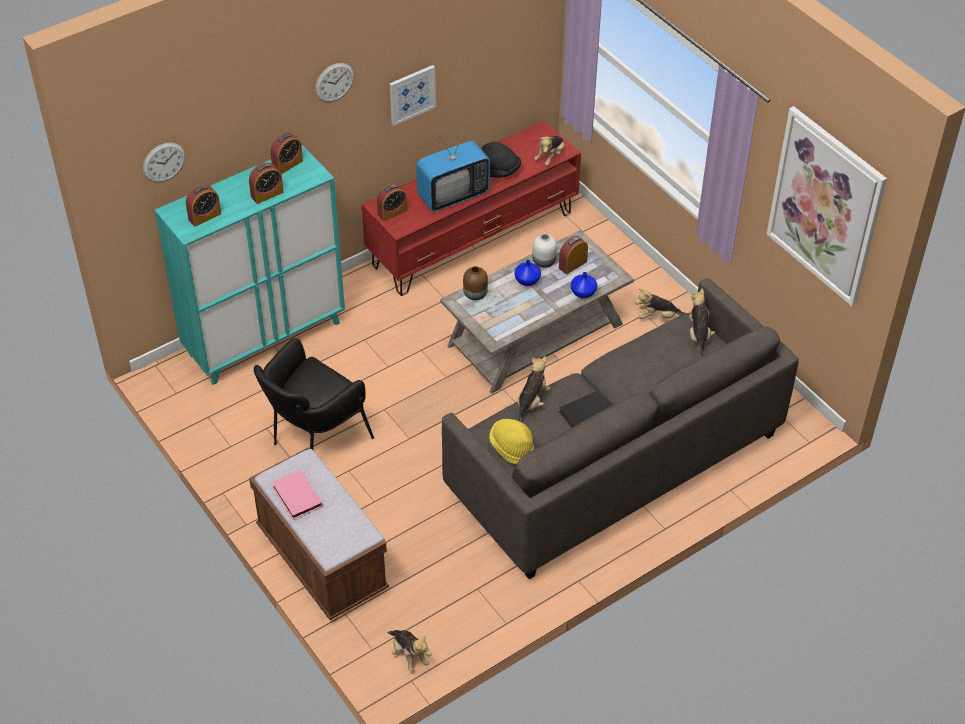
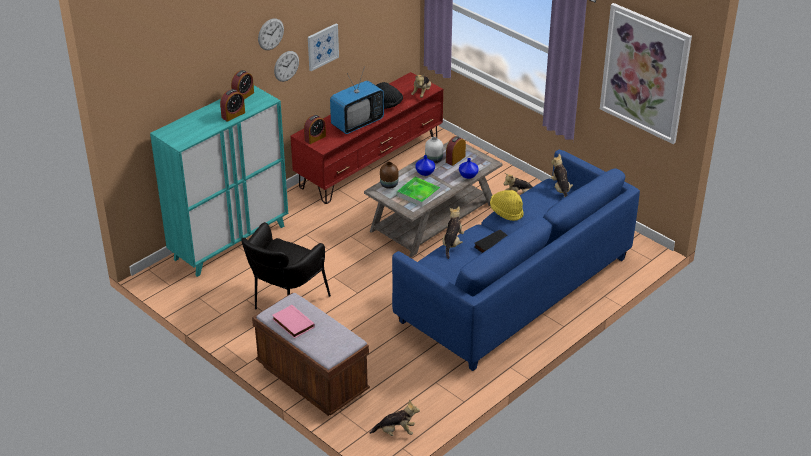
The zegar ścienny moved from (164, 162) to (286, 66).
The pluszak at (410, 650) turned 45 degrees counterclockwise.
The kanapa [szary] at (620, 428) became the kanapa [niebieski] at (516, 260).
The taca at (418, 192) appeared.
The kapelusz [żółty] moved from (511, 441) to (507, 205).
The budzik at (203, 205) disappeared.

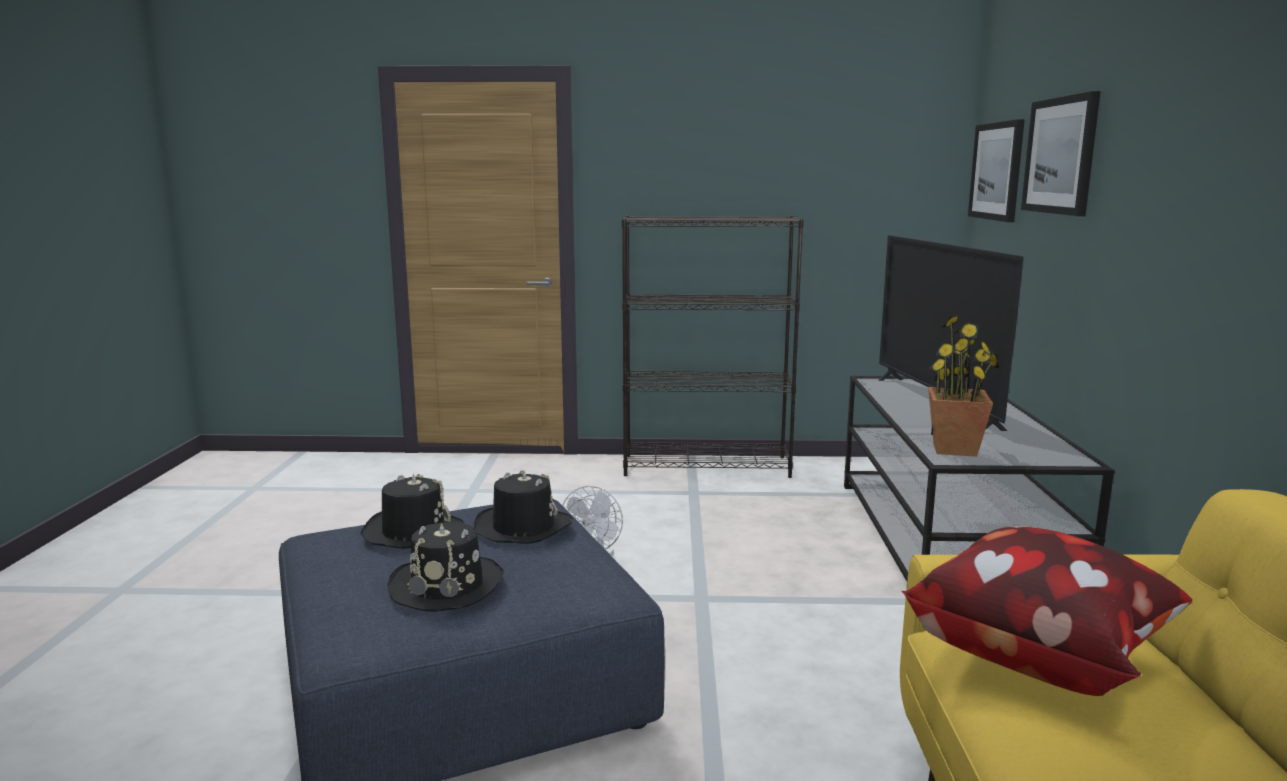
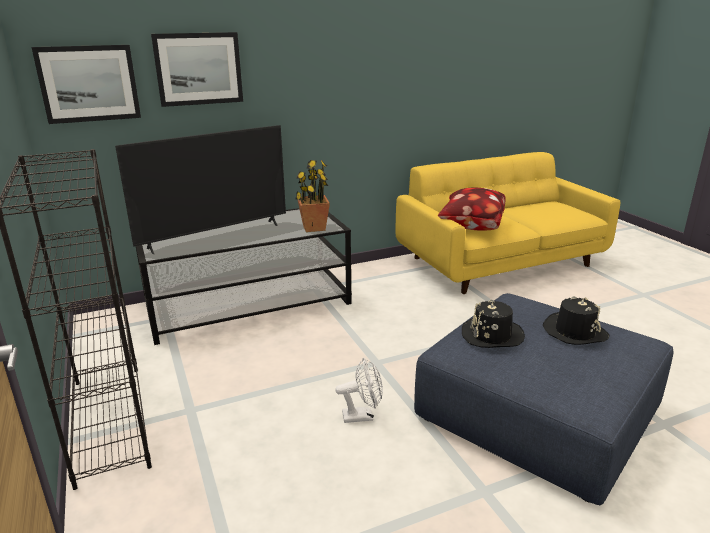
The kapelusz [czarny] at (412, 511) disappeared.

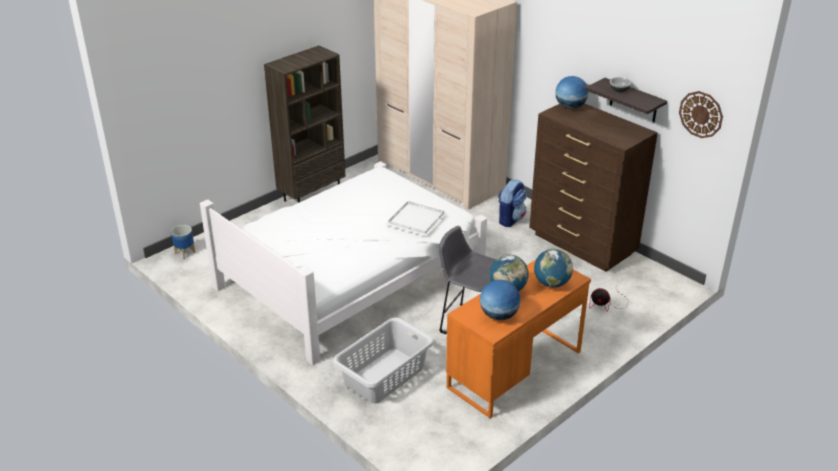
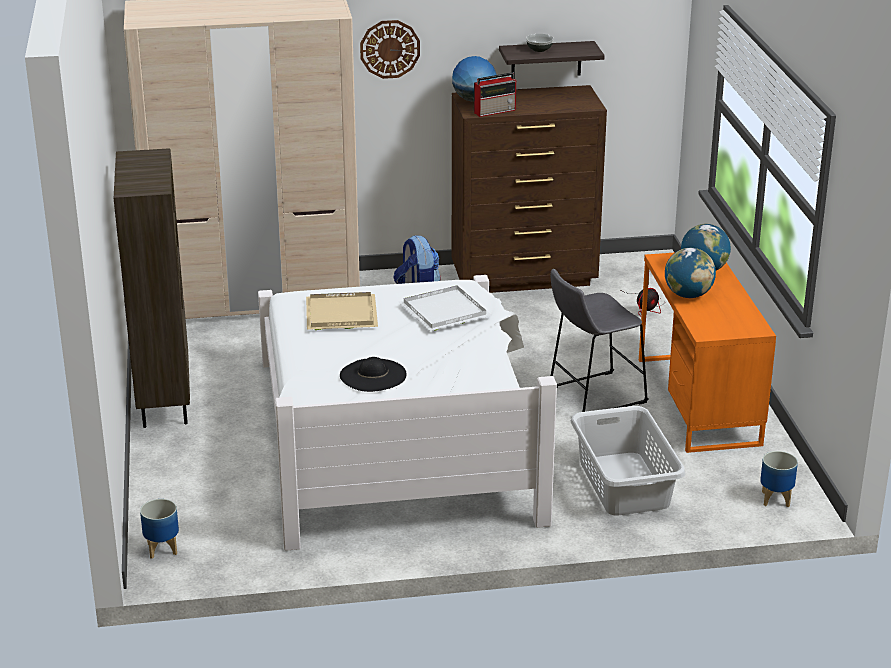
The taca [beżowy] at (342, 311) appeared.
The kapelusz [czarny] at (373, 374) appeared.
The zegar ścienny moved from (701, 114) to (390, 49).
The radio at (495, 94) appeared.
The donica at (779, 479) appeared.
The globus at (500, 300) disappeared.

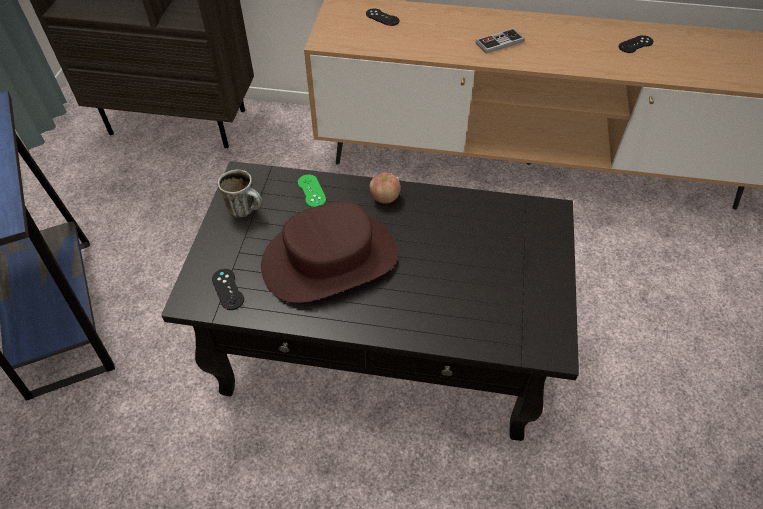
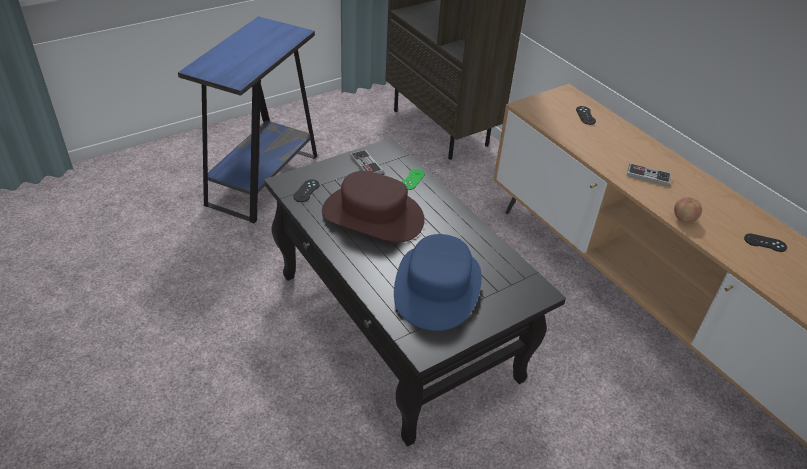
The kubek at (240, 194) was replaced by the pad do gier at (367, 161).
The kapelusz [niebieski] at (438, 282) appeared.
The jabłko moved from (385, 188) to (688, 210).

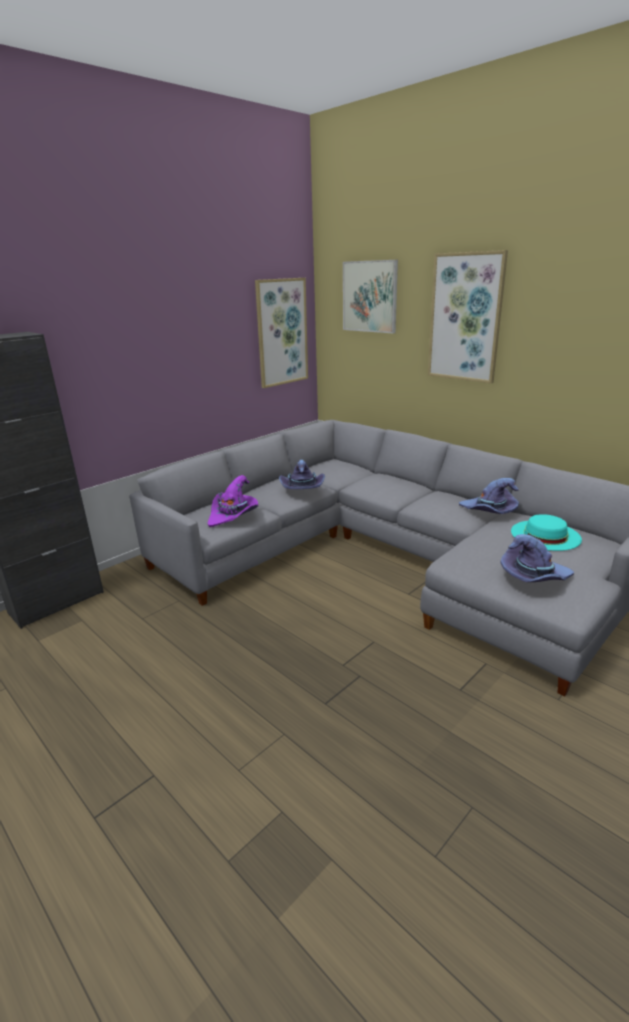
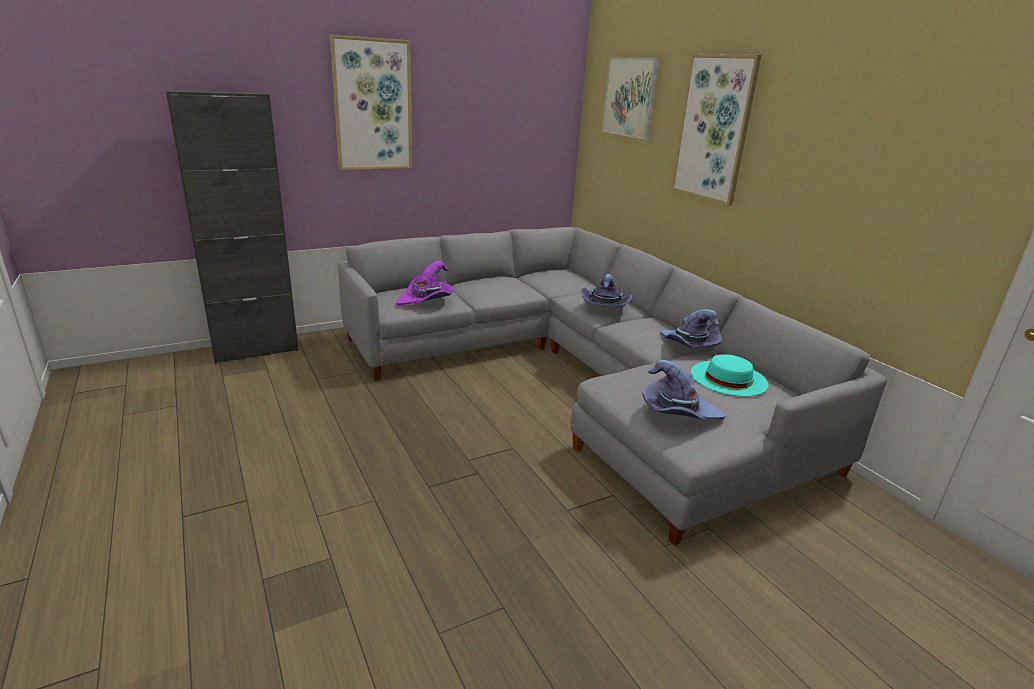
The obraz moved from (281, 333) to (371, 102).
The kapelusz [fioletowy] moved from (302, 474) to (606, 290).

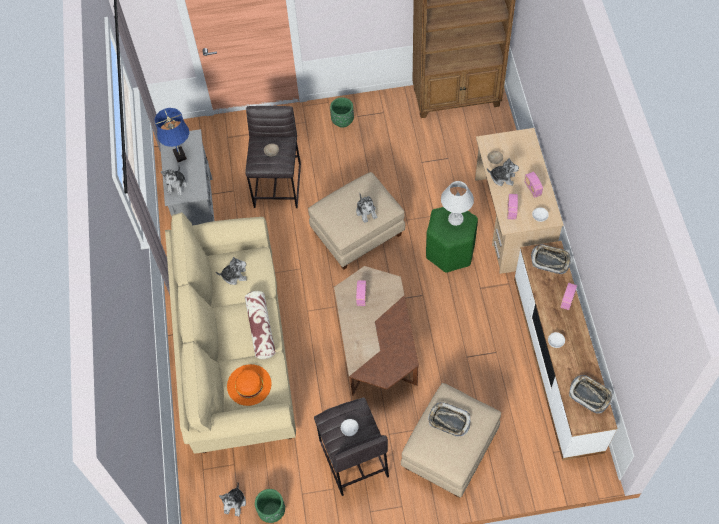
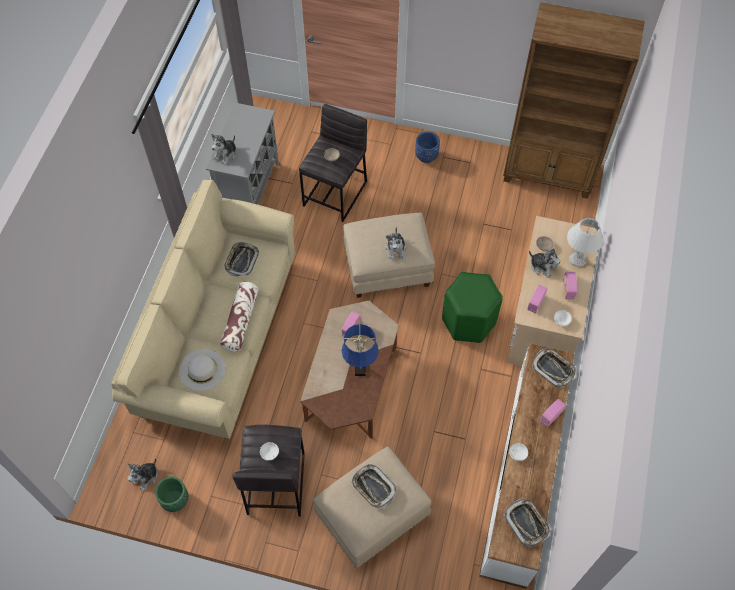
The kapelusz [pomarańczowy] at (249, 385) became the kapelusz [biały] at (202, 370).
The pluszak at (231, 271) was replaced by the taca at (241, 259).
The lampa stołowa [niebieski] moved from (172, 135) to (360, 350).
The donica [zielony] at (342, 112) became the donica [niebieski] at (427, 147).
The lampa stołowa [biały] moved from (457, 203) to (585, 242).

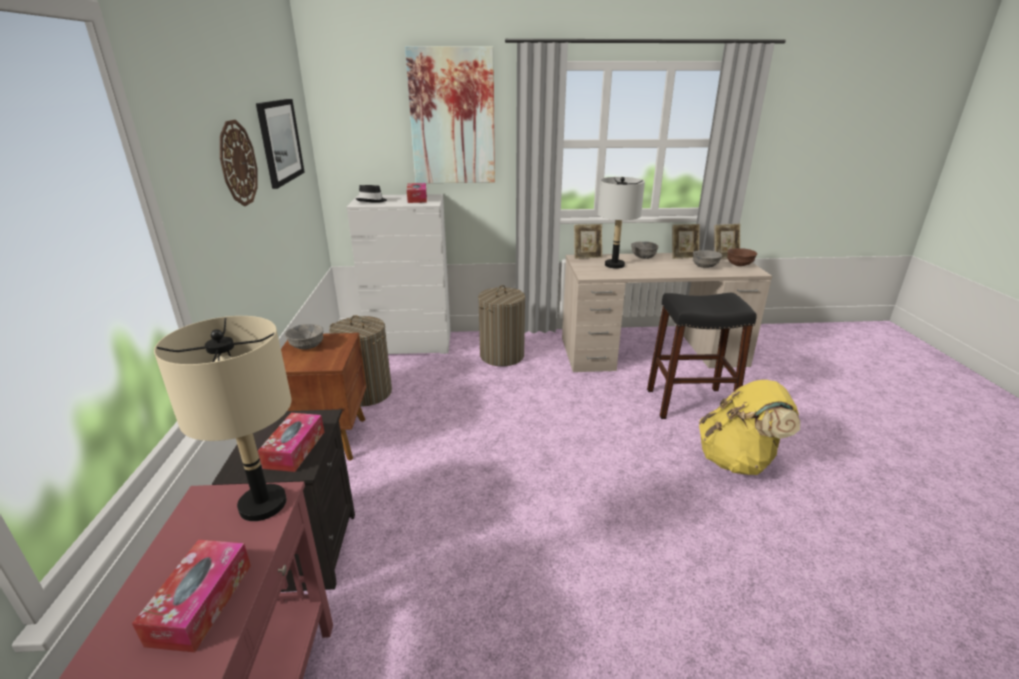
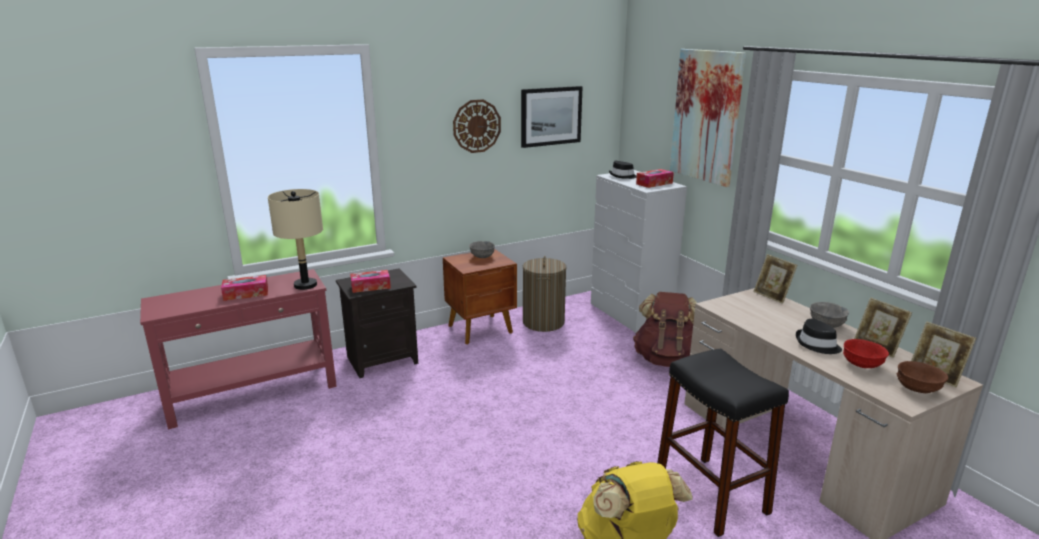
The kosz na pranie at (501, 325) was replaced by the plecak [brązowy] at (665, 329).
The kapelusz [czarny] at (819, 336) appeared.
The miska [szary] at (707, 259) became the miska [czerwony] at (866, 353).
The lampa stołowa [szary] at (621, 223) disappeared.

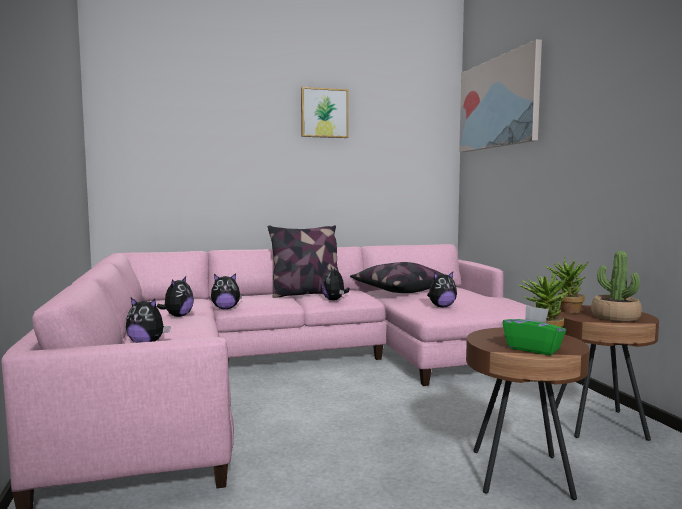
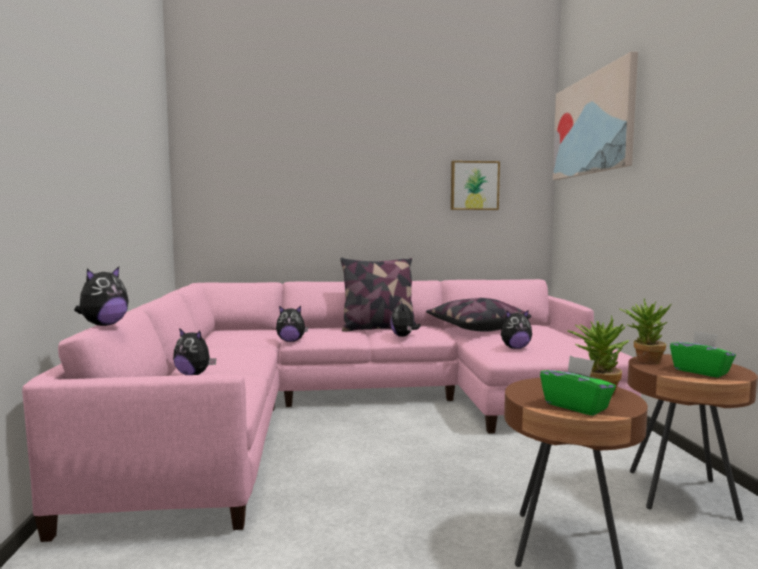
The pluszak moved from (175, 296) to (101, 296).
The obraz moved from (325, 112) to (475, 185).
The roślina doniczkowa at (616, 286) was replaced by the pudełko chusteczek [zielony] at (703, 354).

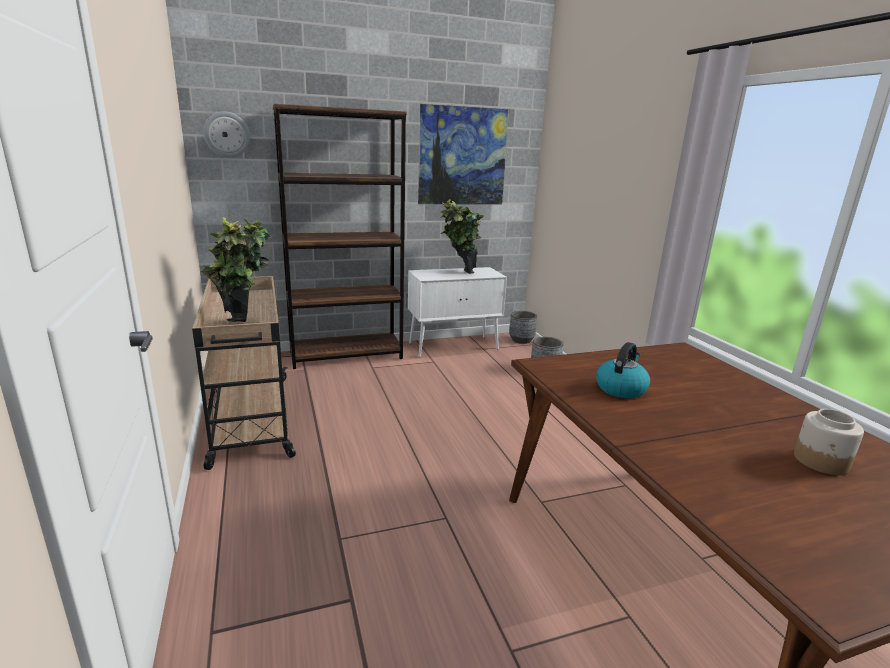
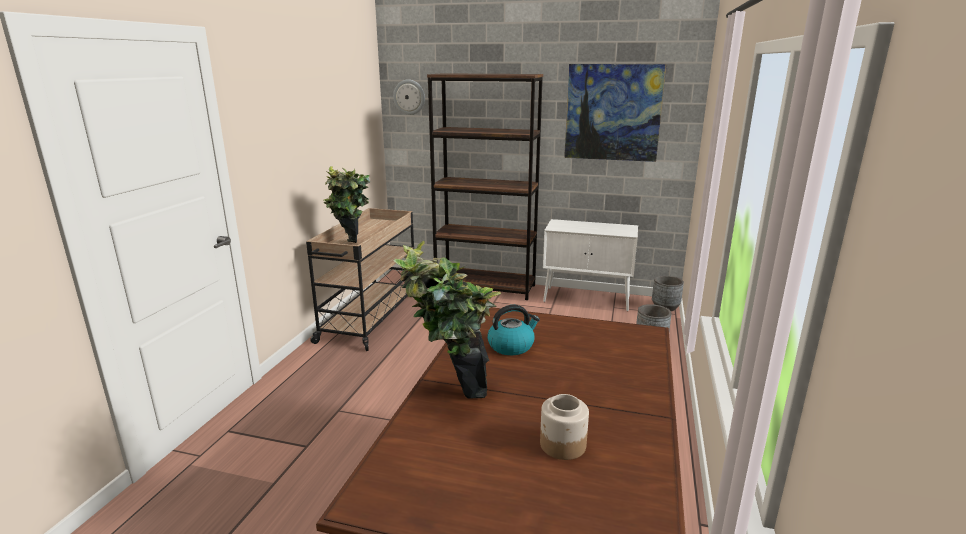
The roślina doniczkowa moved from (462, 236) to (447, 319).

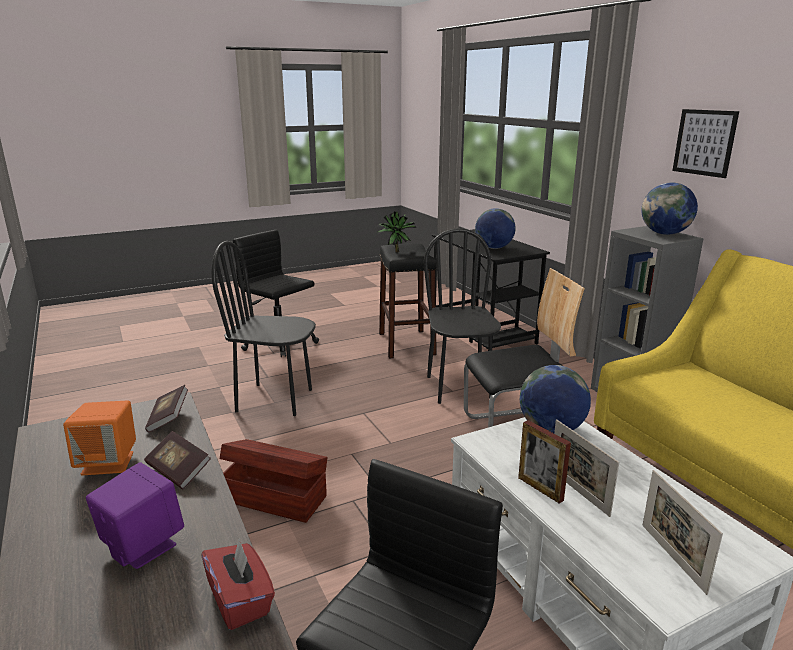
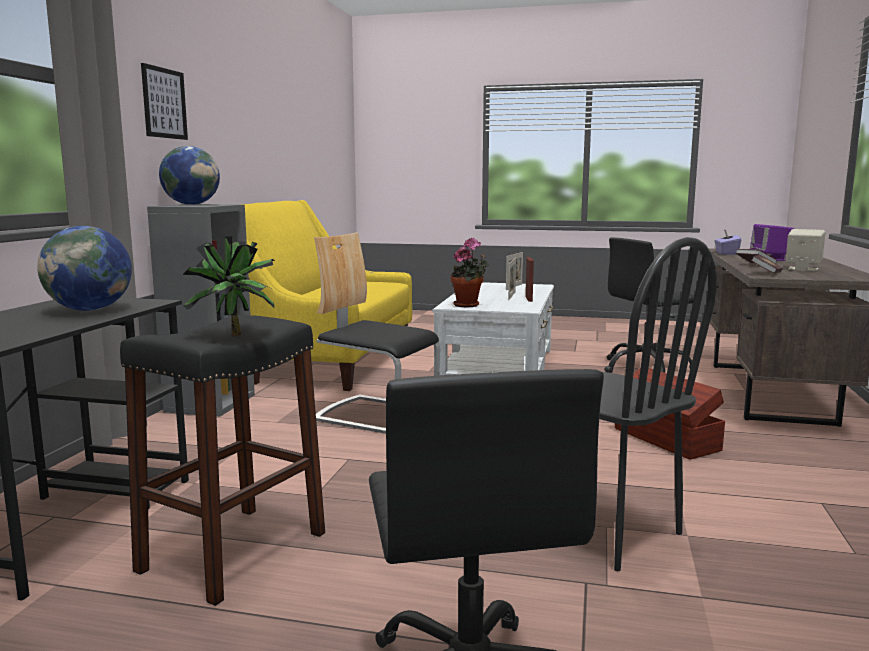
The globus at (555, 399) was replaced by the roślina doniczkowa at (470, 273).
The pudełko chusteczek [czerwony] at (238, 584) became the pudełko chusteczek [fioletowy] at (727, 242).
The głośnik [pomarańczowy] at (99, 437) became the głośnik [beżowy] at (805, 250).
The krzesło [czarny] at (462, 316) disappeared.

